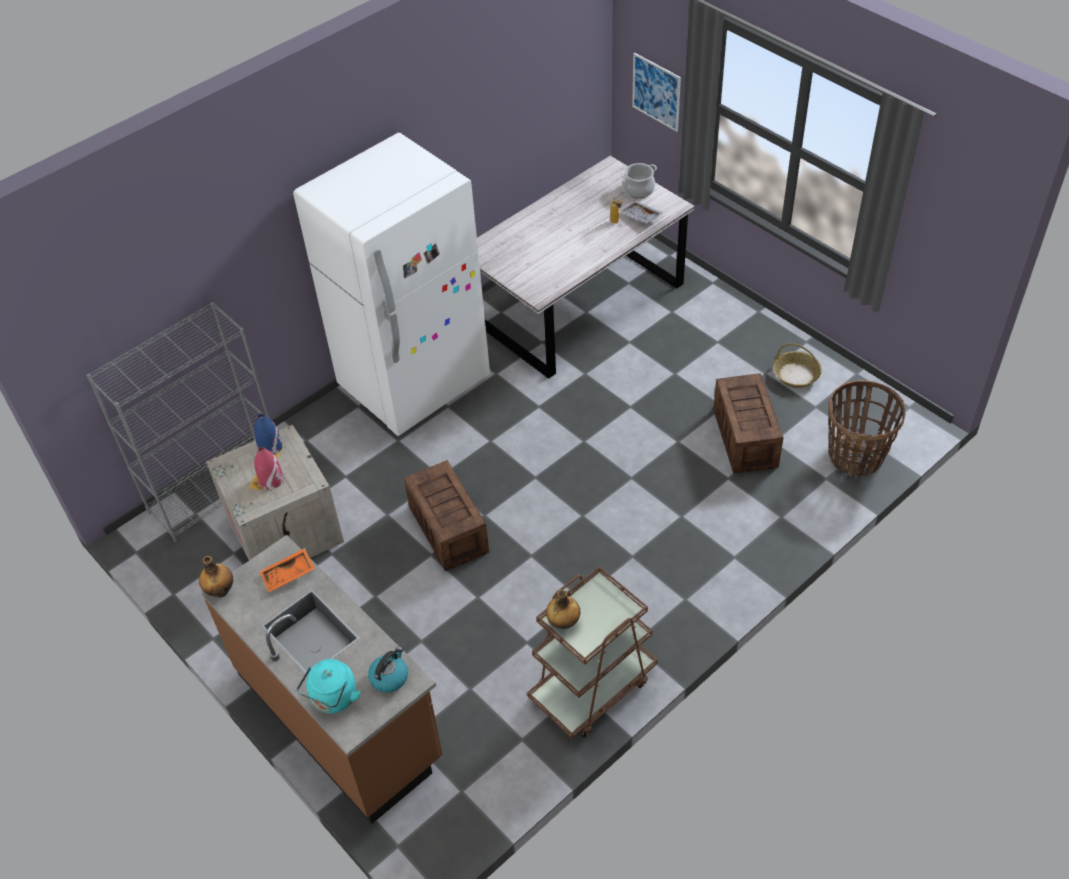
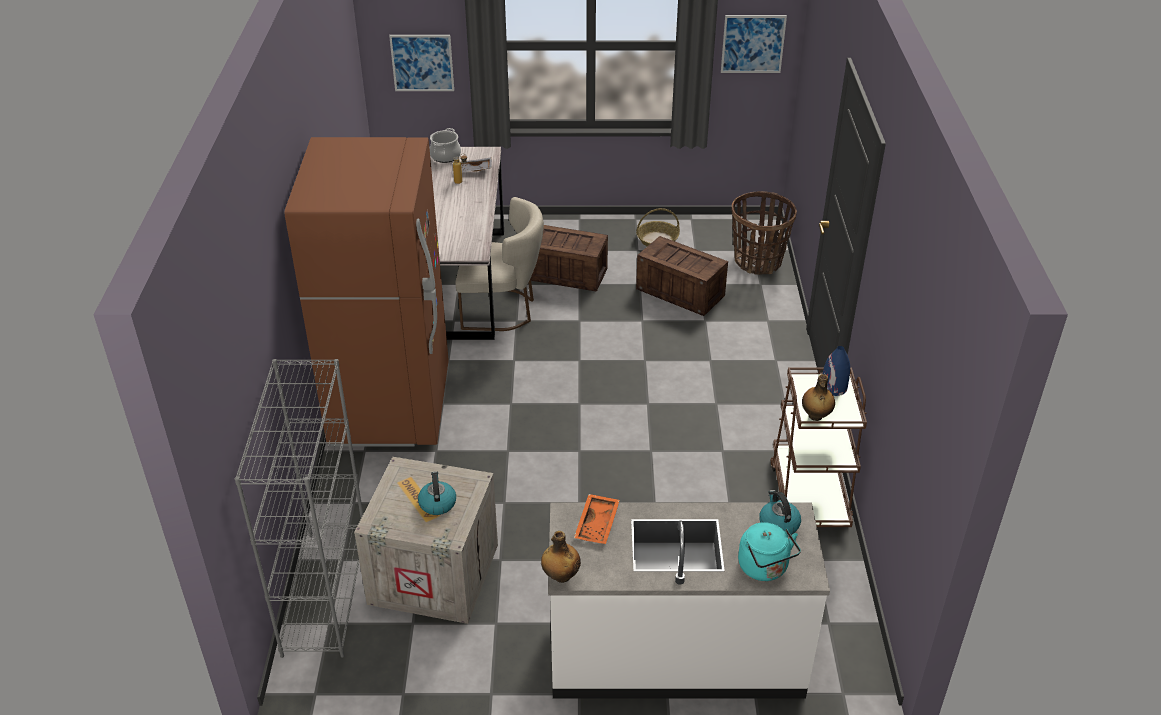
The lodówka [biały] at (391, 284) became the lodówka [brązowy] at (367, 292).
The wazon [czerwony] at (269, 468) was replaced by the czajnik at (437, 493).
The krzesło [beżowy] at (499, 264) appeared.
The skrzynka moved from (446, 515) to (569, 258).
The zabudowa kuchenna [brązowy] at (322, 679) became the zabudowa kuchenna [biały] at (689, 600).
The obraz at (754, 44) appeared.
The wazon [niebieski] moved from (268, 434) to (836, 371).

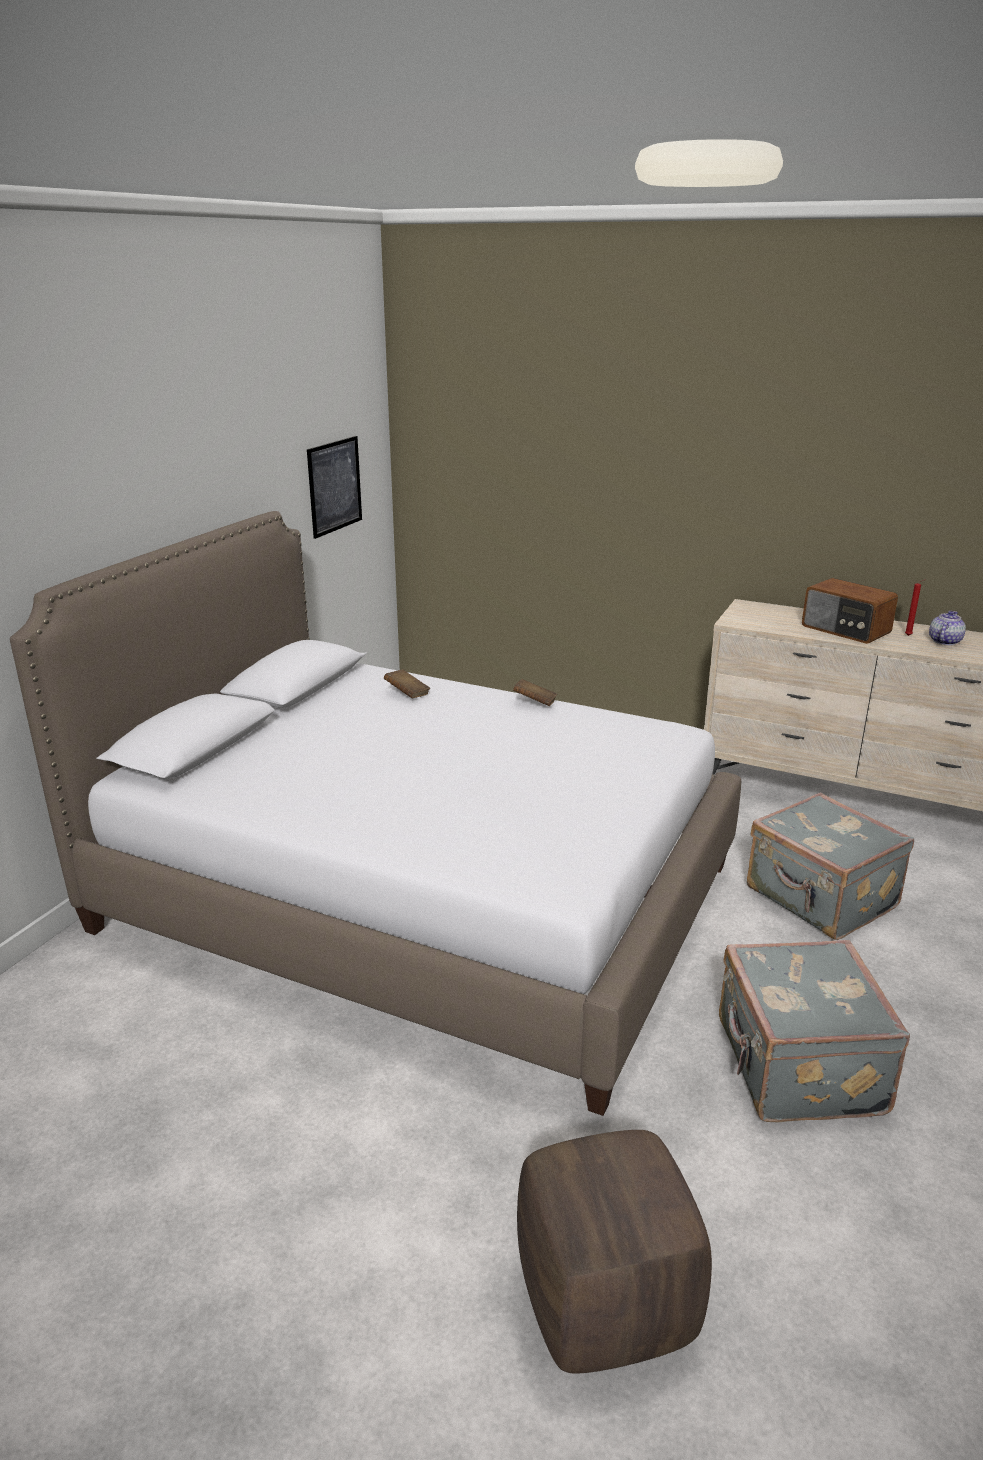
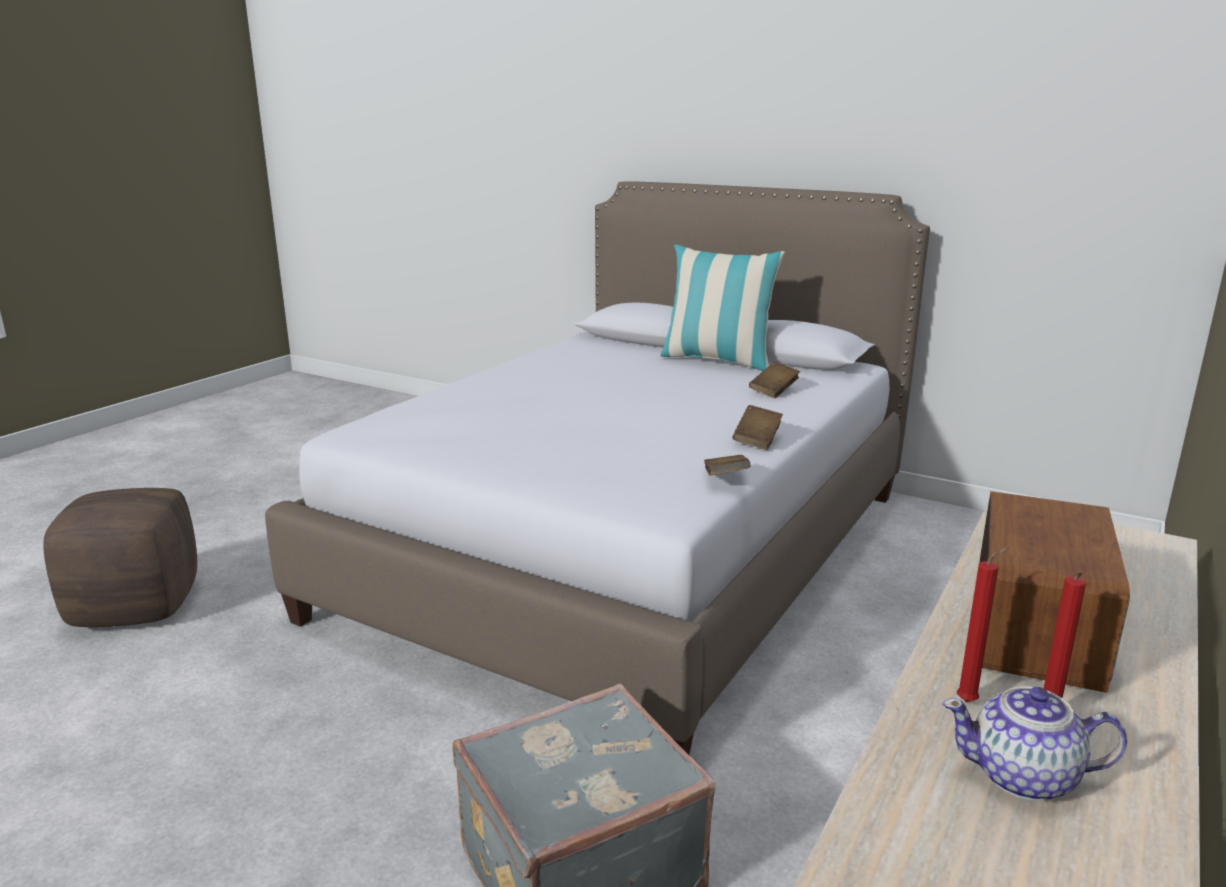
The poduszka at (722, 308) appeared.
The książka [brązowy] at (727, 465) appeared.
The imbryk at (947, 628) turned 150 degrees clockwise.
The świeca [czerwony] at (983, 624) appeared.
The radio at (850, 611) turned 150 degrees clockwise.
The obraz at (334, 487) disappeared.
The walizka [szary] at (814, 1031) disappeared.

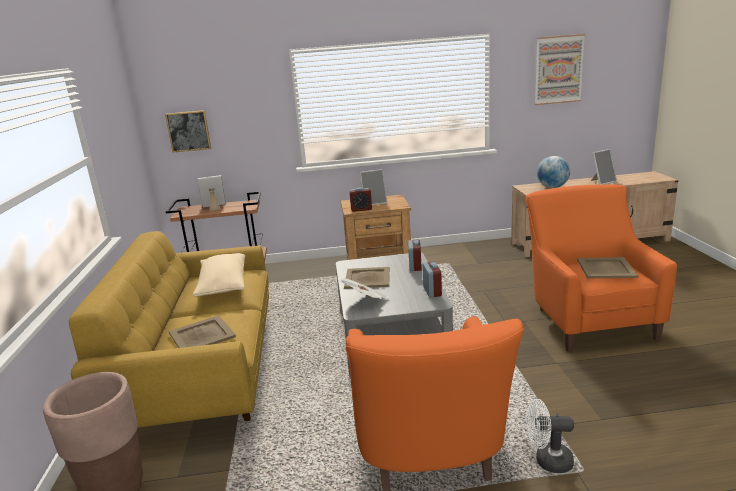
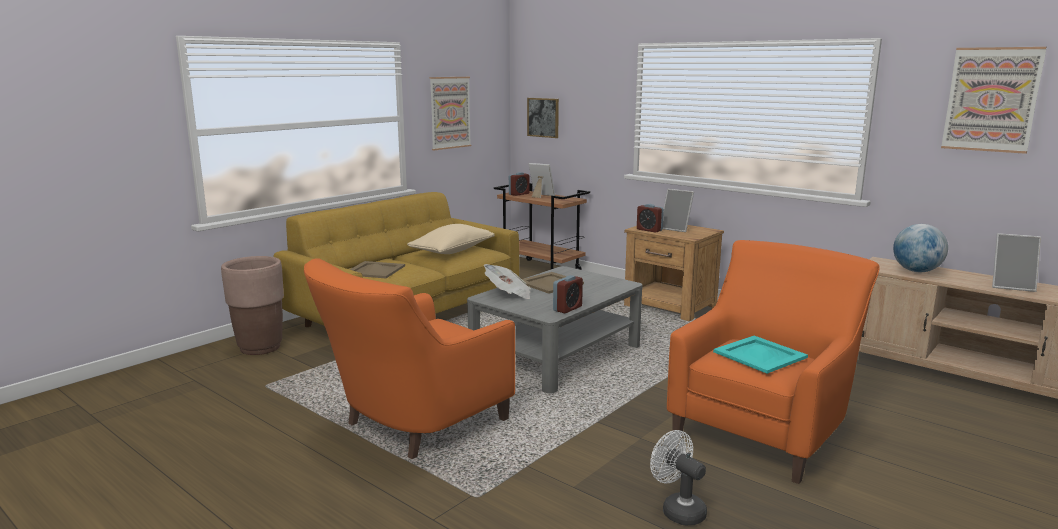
The obraz at (450, 113) appeared.
The budzik moved from (415, 255) to (519, 184).
The wentylator [biały] moved from (550, 436) to (678, 477).
The taca [beżowy] at (607, 267) became the taca [turkusowy] at (760, 355).

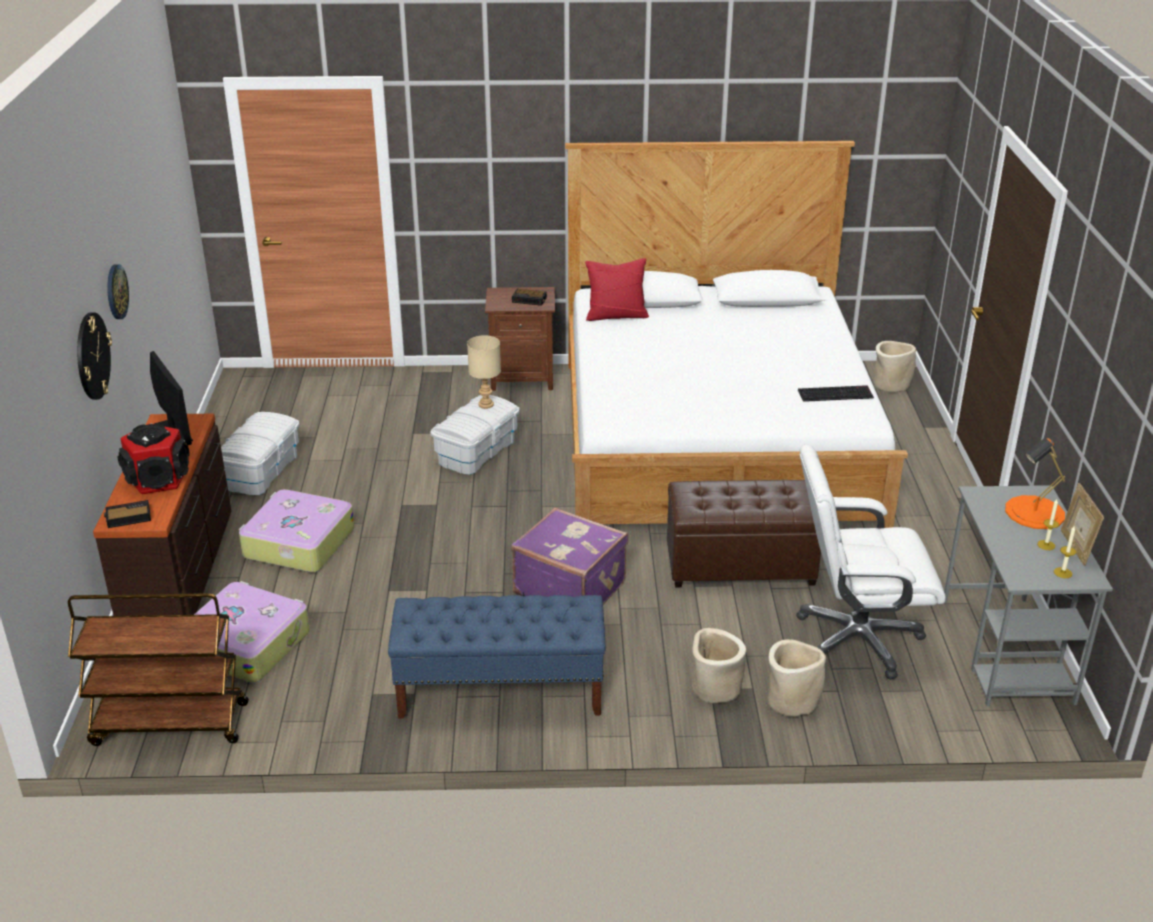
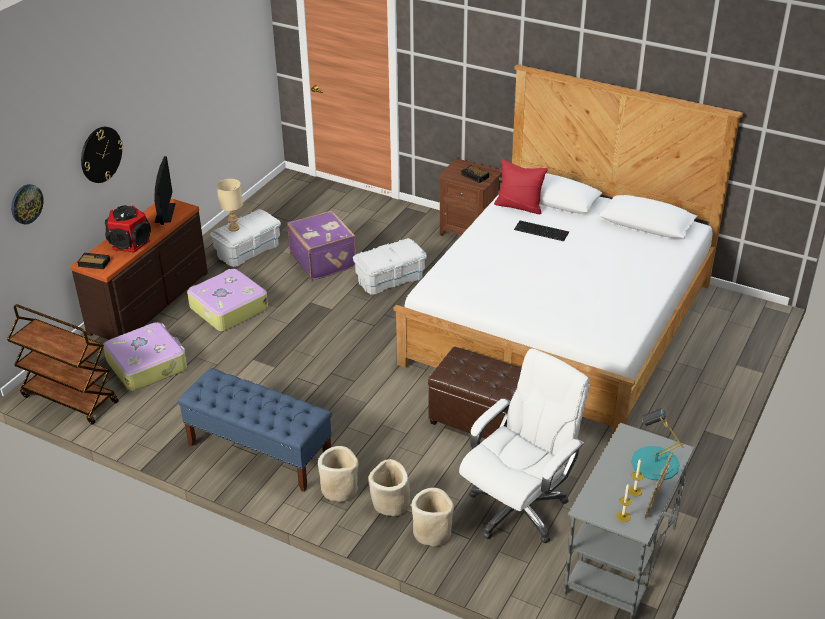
The zegar ścienny moved from (118, 291) to (27, 204).
The lampa stołowa [beżowy] moved from (484, 372) to (230, 205).
The walizka [fioletowy] moved from (569, 556) to (321, 245).
The donica [beżowy] moved from (895, 367) to (338, 474).
The krzesło biurowe [biały] at (871, 562) turned 105 degrees clockwise.
The klawiatura moved from (836, 393) to (541, 231).
The lampa stołowa [pomarańczowy] at (1035, 483) became the lampa stołowa [turkusowy] at (657, 444).

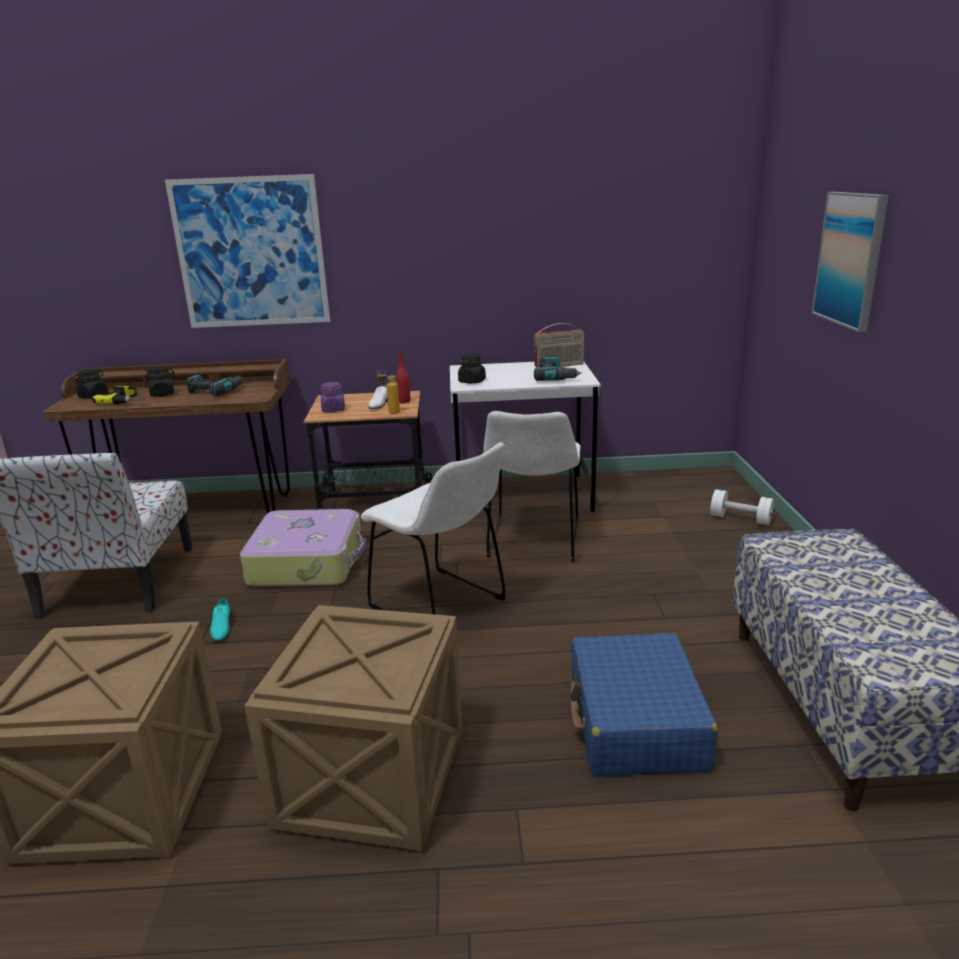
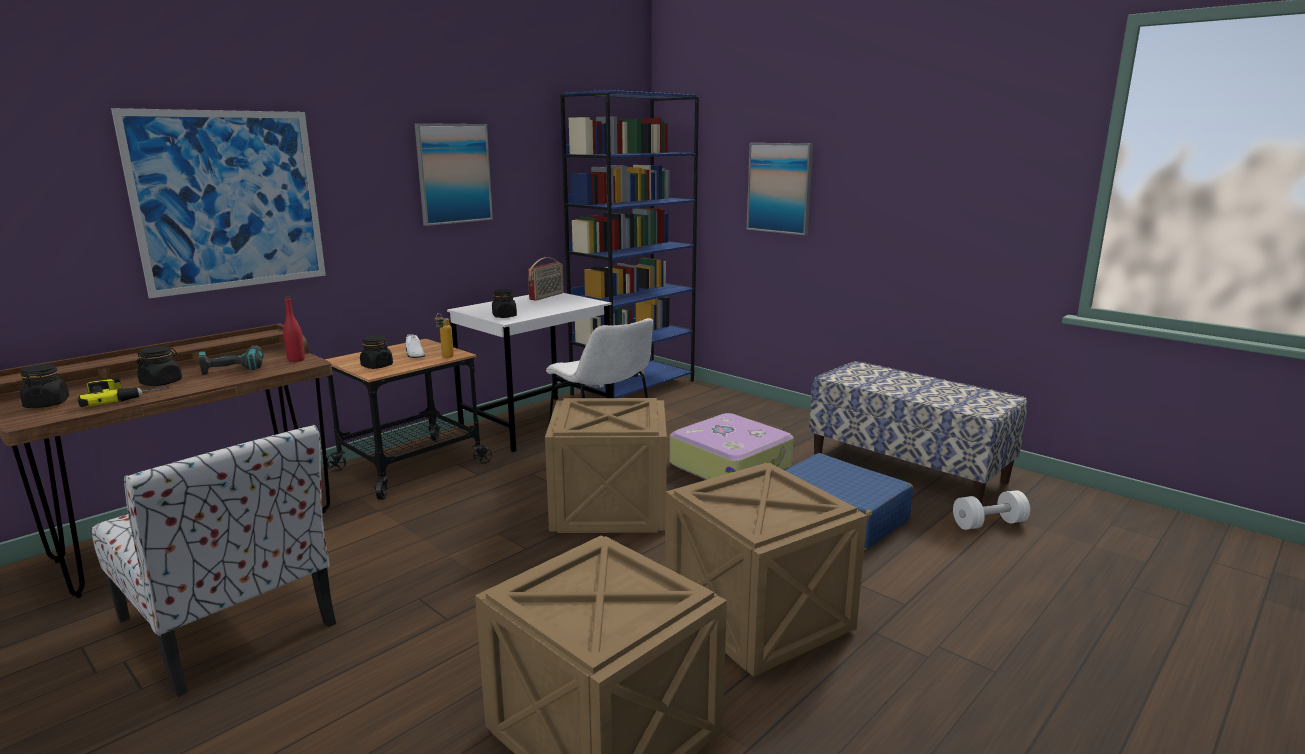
The butelka [czerwony] moved from (403, 376) to (294, 329).
The słoik [fioletowy] at (333, 397) became the słoik [czarny] at (376, 352).
The obraz at (454, 174) appeared.
The krzesło [biały] at (433, 528) was replaced by the skrzynka at (606, 465).
The regał [niebieski] at (629, 244) appeared.
The walizka moved from (303, 548) to (732, 446).
The hantel [biały] moved from (742, 507) to (991, 510).
The but [turkusowy] at (221, 620) disappeared.
The wiertarka at (558, 369) disappeared.

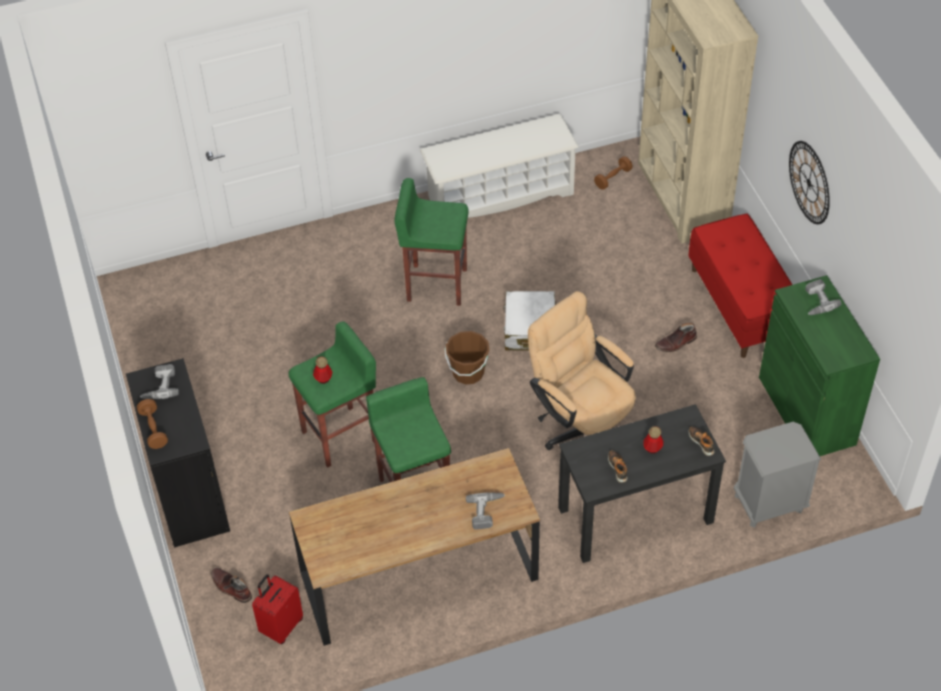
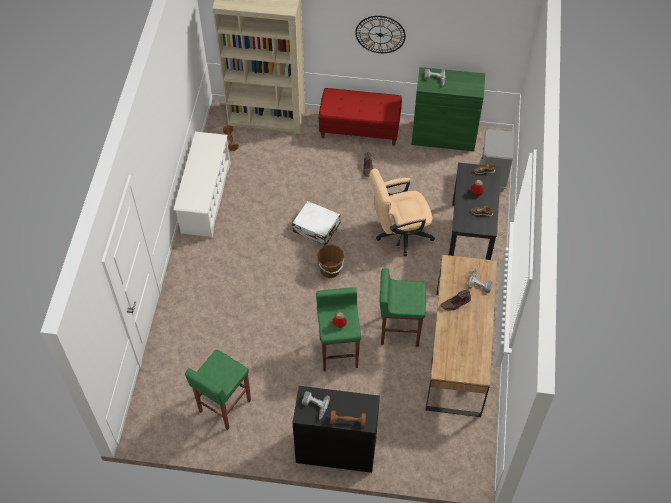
The stołek [zielony] moved from (431, 242) to (218, 390).
The but z cholewką [brązowy] moved from (231, 585) to (455, 300).
The walizka [czerwony] at (277, 609) disappeared.

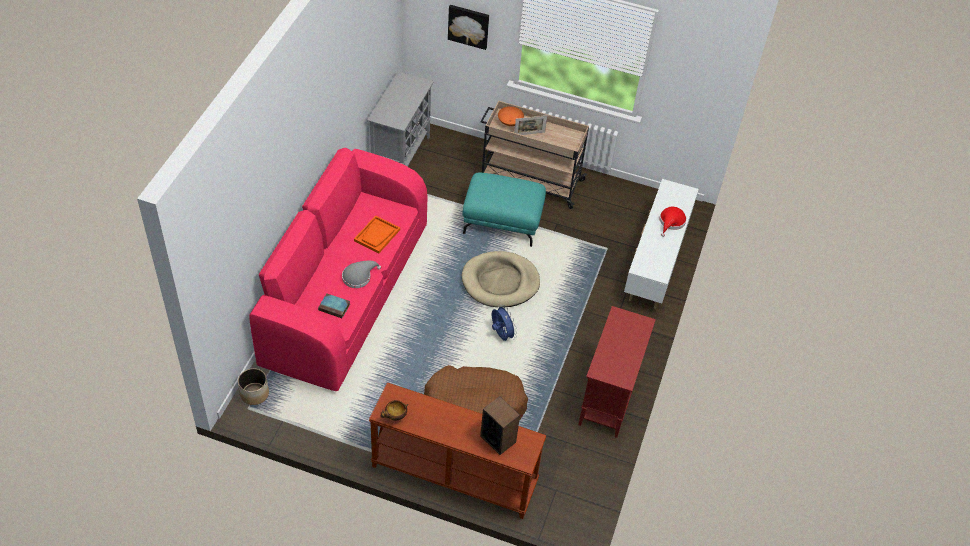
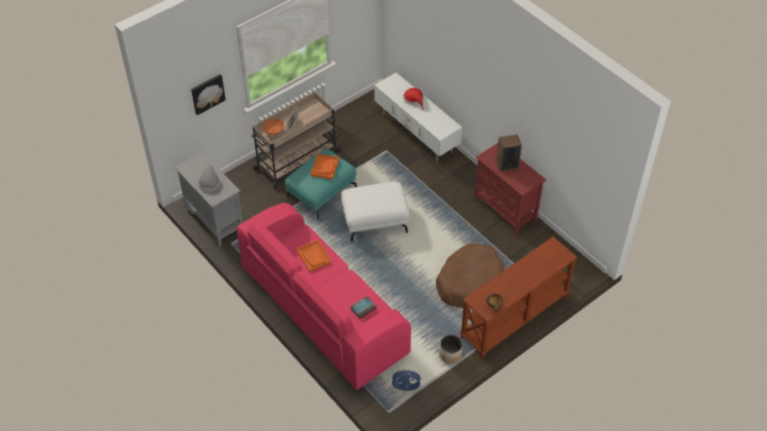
The kapelusz [szary] moved from (361, 274) to (209, 178).
The taca [pomarańczowy] at (324, 167) appeared.
The legowisko [beżowy] at (501, 279) was replaced by the pufa [biały] at (375, 212).
The wentylator [niebieski] moved from (504, 323) to (406, 380).
The donica moved from (253, 386) to (451, 349).
The głośnik moved from (500, 425) to (509, 152).

